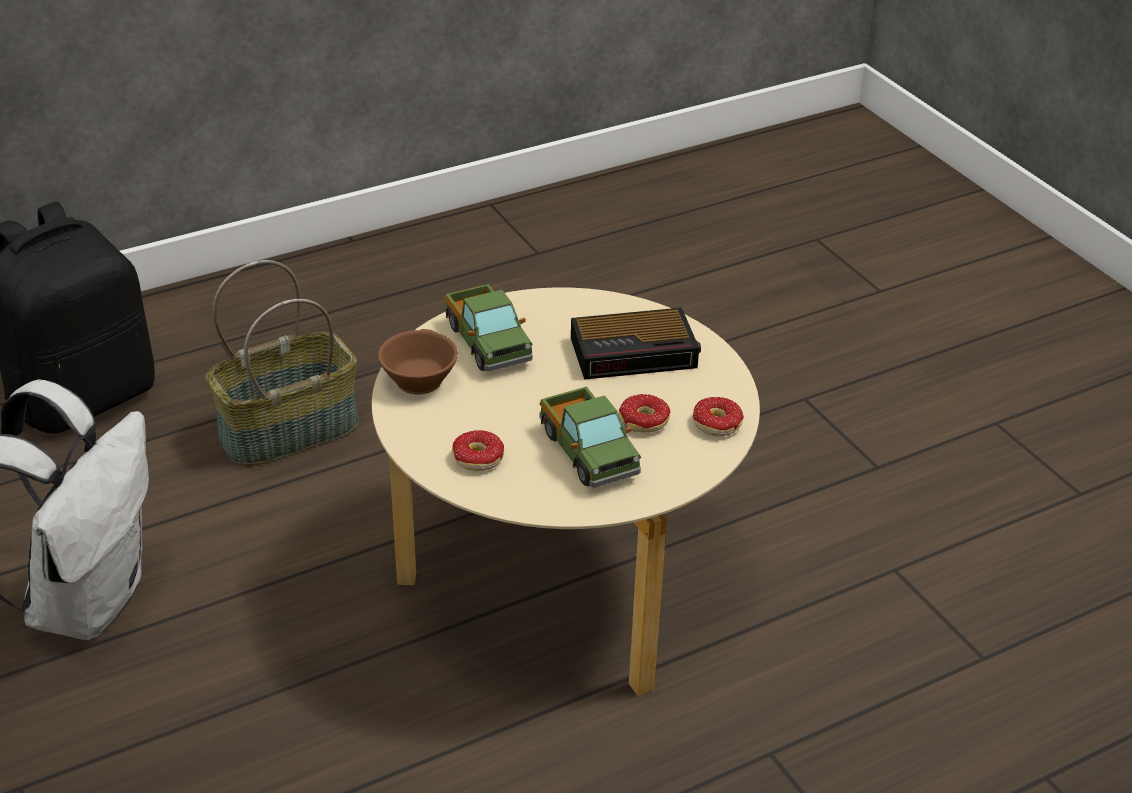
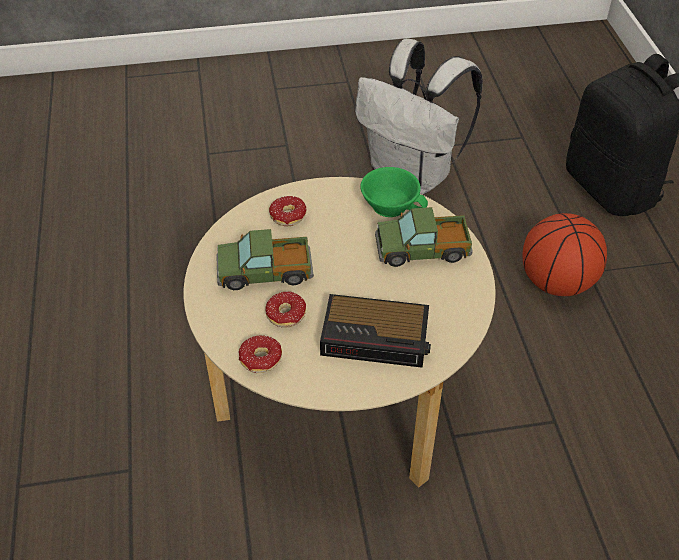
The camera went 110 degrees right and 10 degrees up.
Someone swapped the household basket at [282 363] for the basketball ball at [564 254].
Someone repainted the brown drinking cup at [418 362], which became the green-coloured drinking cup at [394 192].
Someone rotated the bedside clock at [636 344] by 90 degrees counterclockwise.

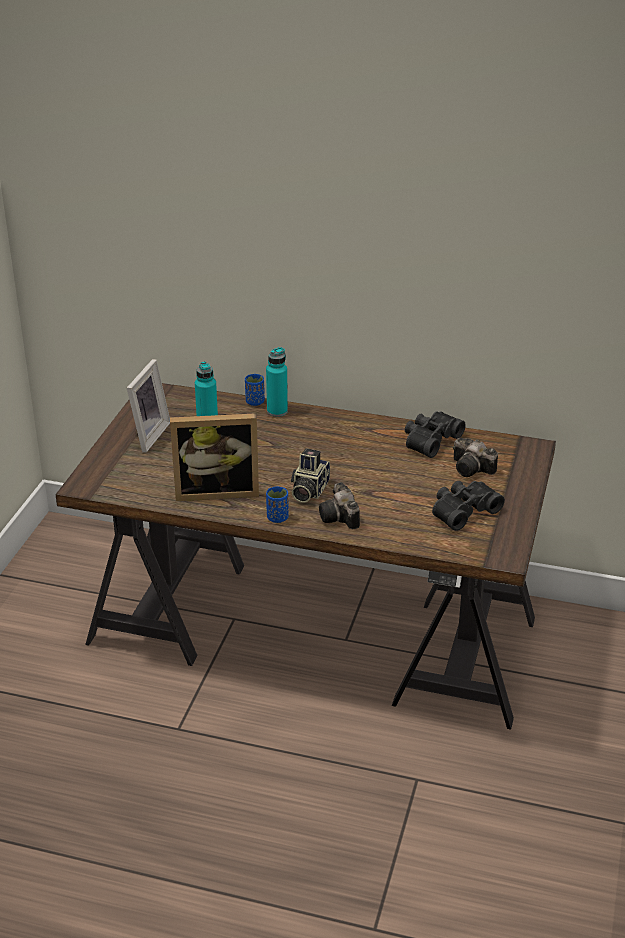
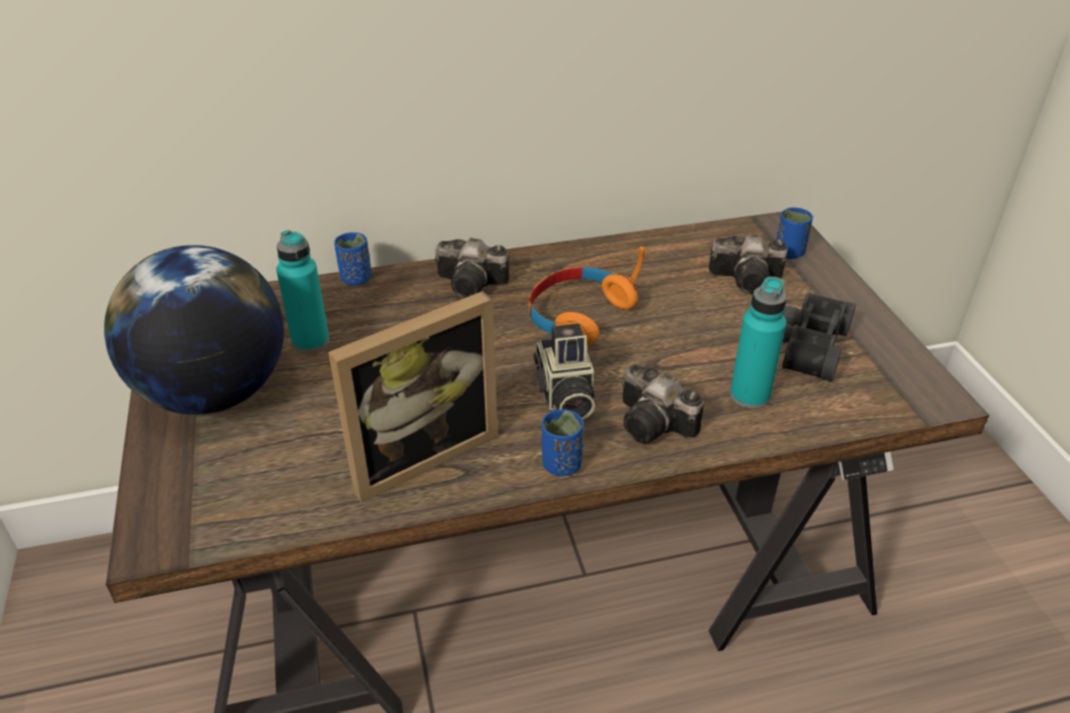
The camera went 30 degrees left and 5 degrees up.
Someone took away the black-coloured field glasses at [435 434].
Someone put down the photo camera at [472 268].
Someone put down the orange pair of headphones at [587 296].
Someone put down the blue drinking cup at [794 233].
Someone carried the blue-green beverage bottle from [277 382] to [758 342].
Someone swapped the standing frame at [148 406] for the desk globe at [194 330].

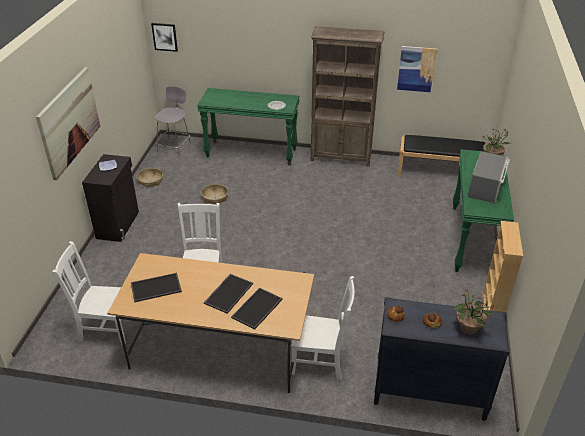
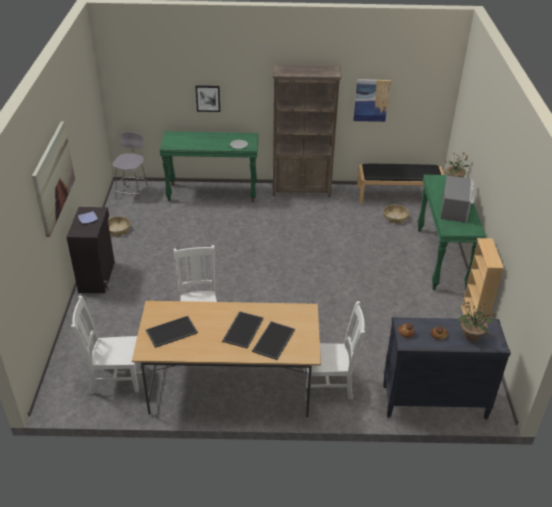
The camera went 10 degrees left and 0 degrees up.
Someone carried the wall picture from [164 37] to [207 98].
Someone carried the household basket from [214 194] to [396 214].

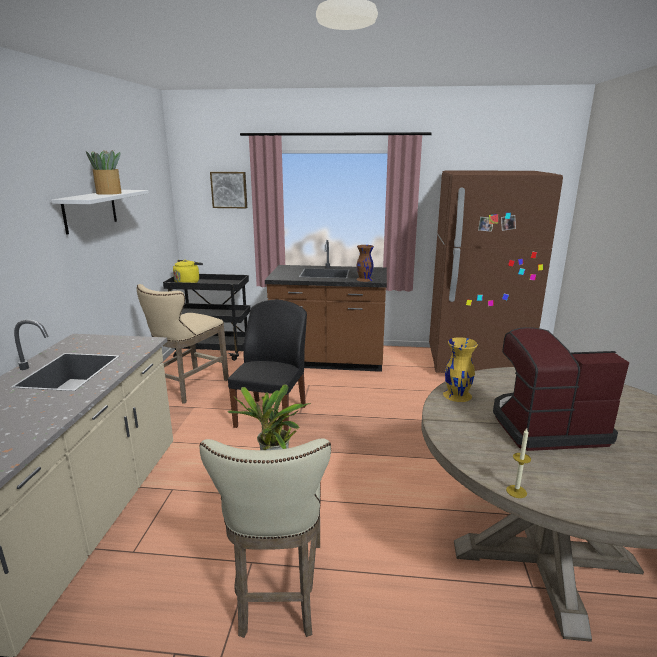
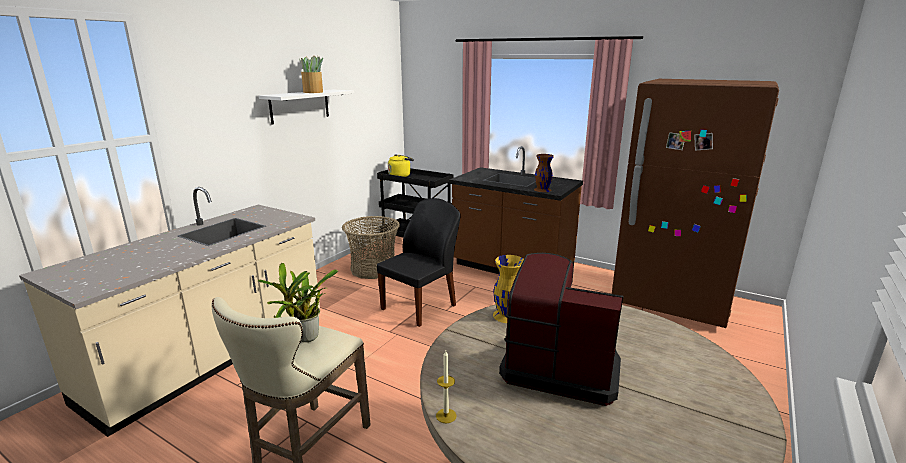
The camera went 25 degrees right and 0 degrees up.
Someone took away the wall picture at [228 190].
Someone swapped the beige-coloured sitting stool at [183 344] for the household basket at [371 247].

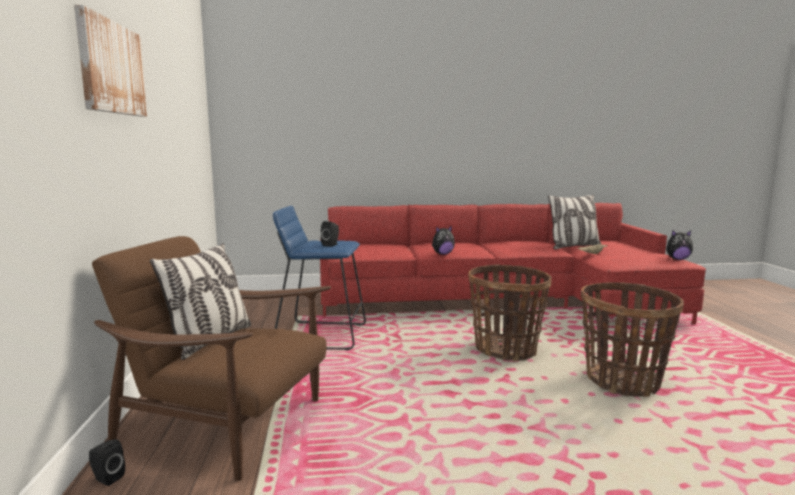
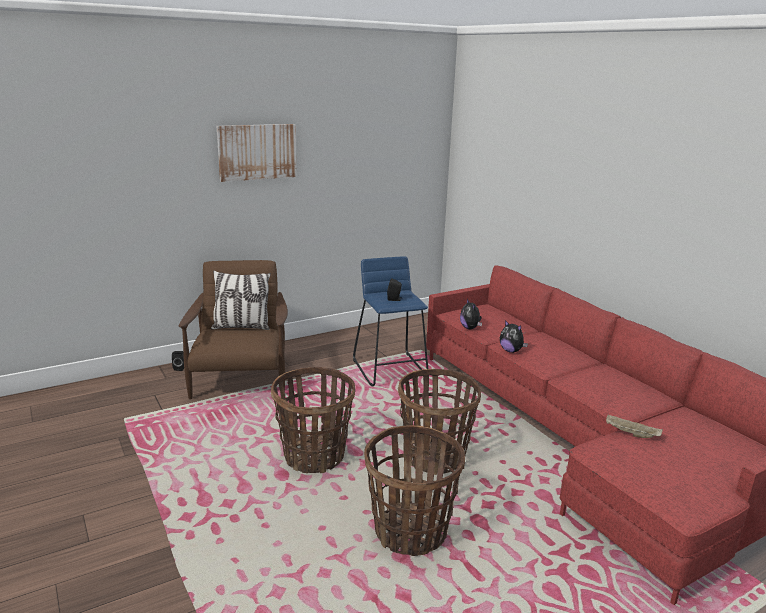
The camera went 65 degrees right and 10 degrees up.
Someone took away the pillow at [574 222].
Someone put down the household basket at [313 420].
Someone carried the cuddly toy from [679 245] to [471 314].

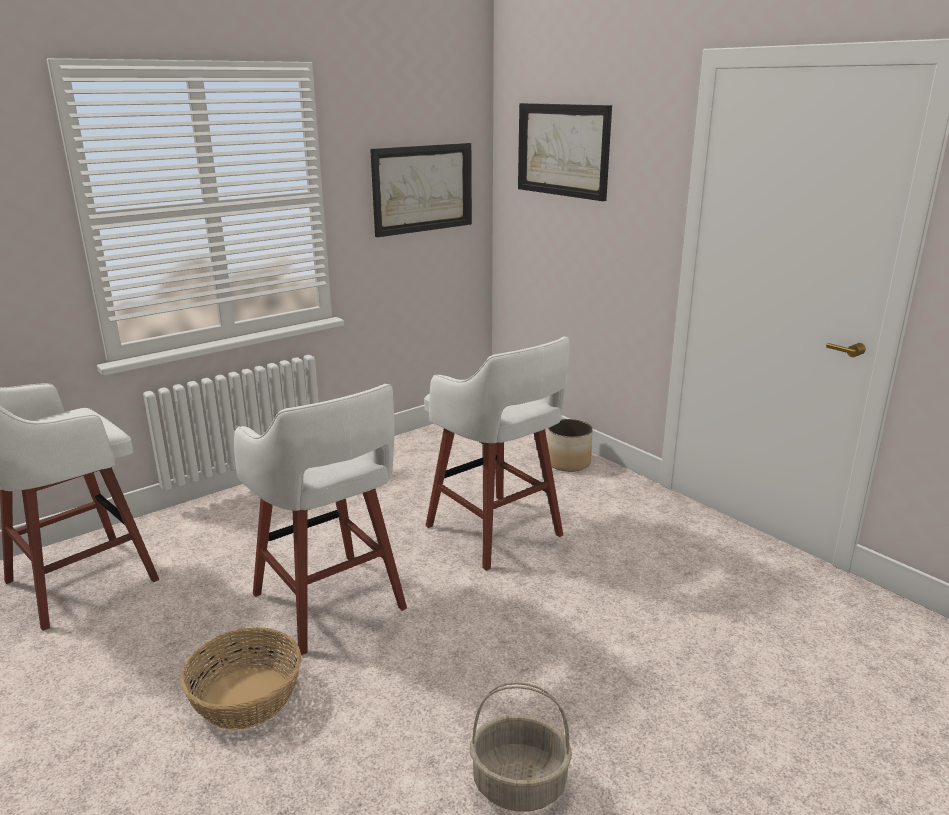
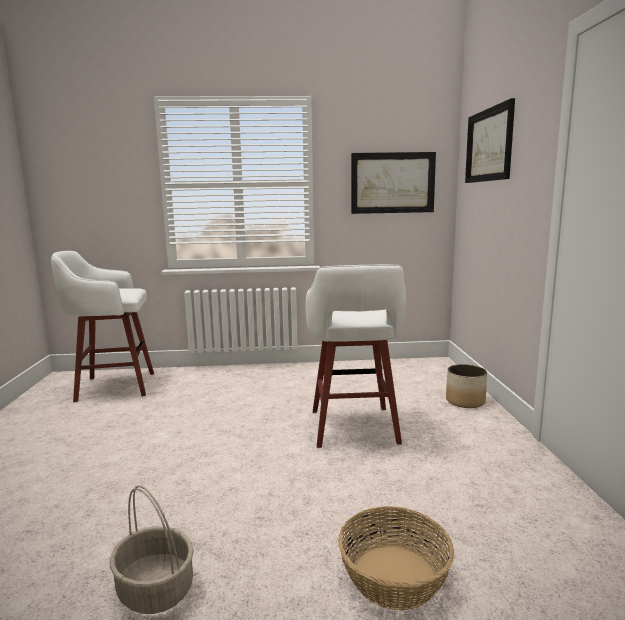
The camera went 35 degrees right and 10 degrees down.
Someone took away the white-coloured sitting stool at [320 519].
Someone carried the household basket from [240 678] to [396 558].

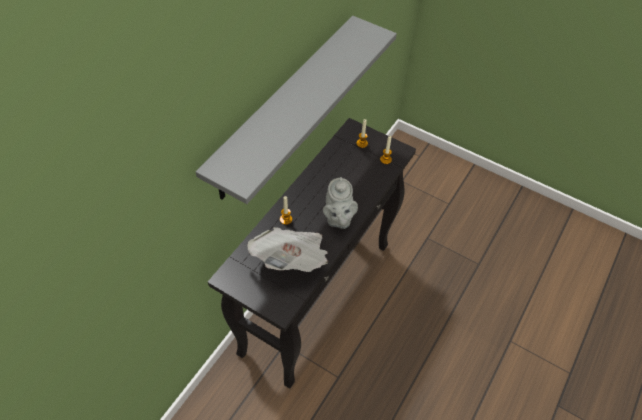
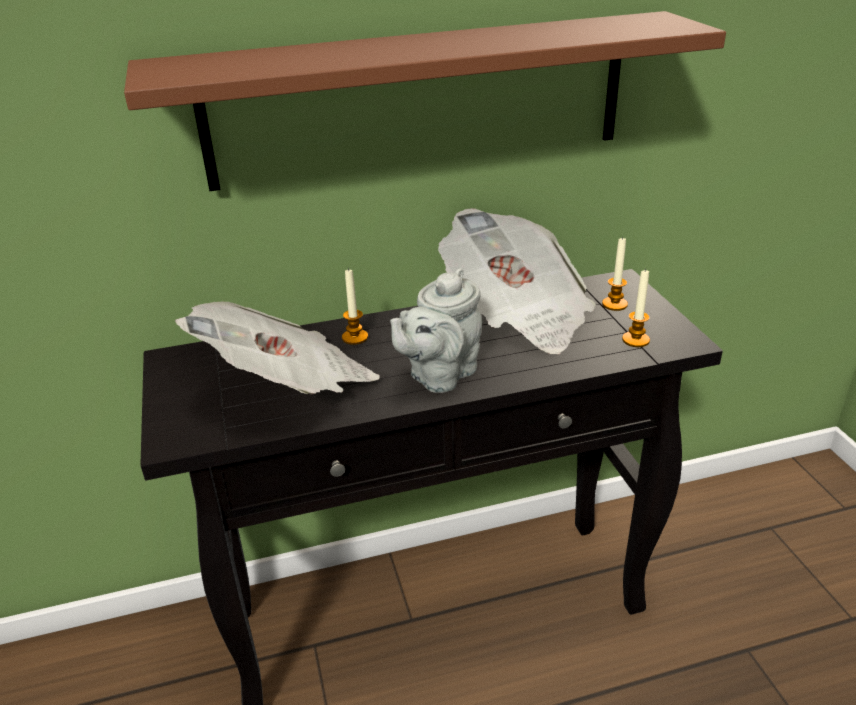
The camera went 45 degrees right and 20 degrees down.
Someone put down the newspaper at [517 281].
Someone repainted the gray bracket shelf at [296 110], which became the brown bracket shelf at [425 101].

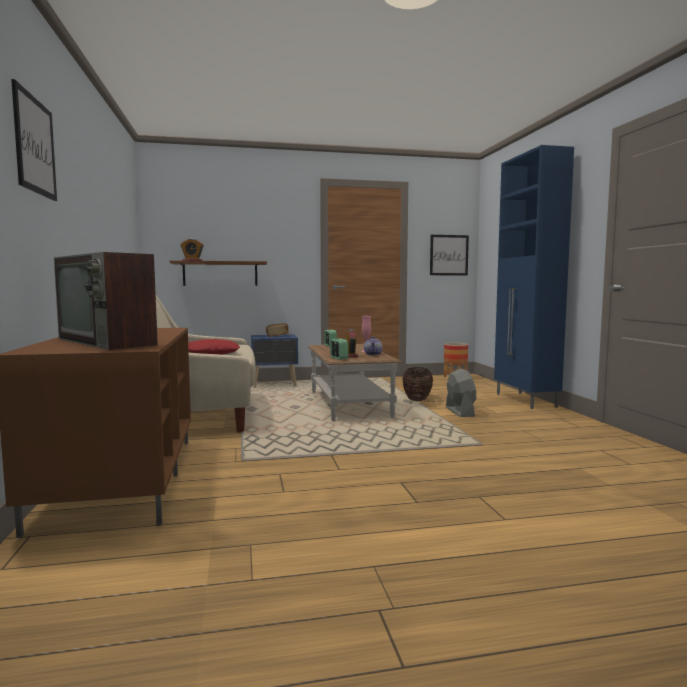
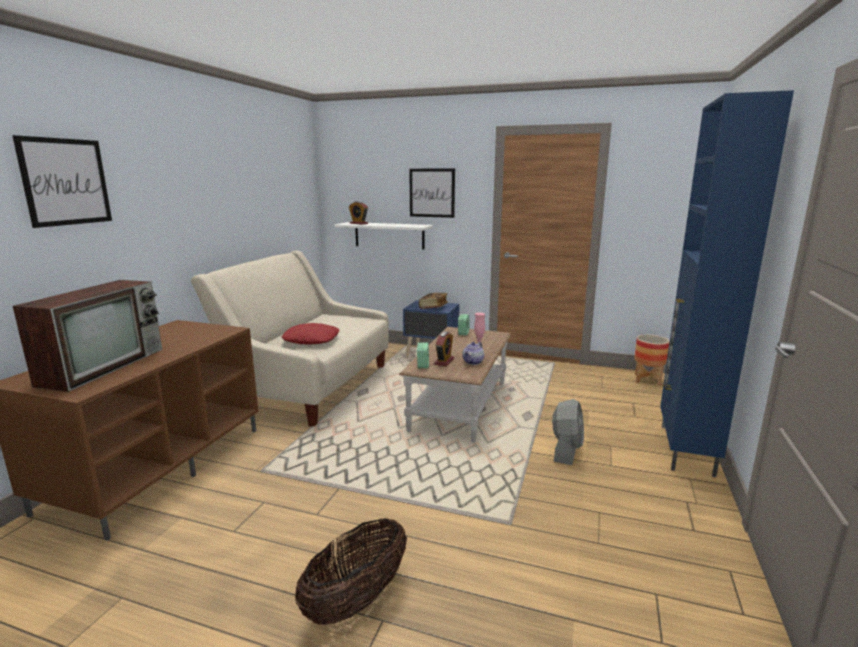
The camera went 30 degrees right and 10 degrees up.
Someone carried the household basket from [417 384] to [351 571].
Someone carried the wall picture from [449 255] to [432 193].
Someone repainted the brown bracket shelf at [218 273], which became the white-coloured bracket shelf at [384 235].
Someone rotated the TV at [106 301] by 150 degrees counterclockwise.

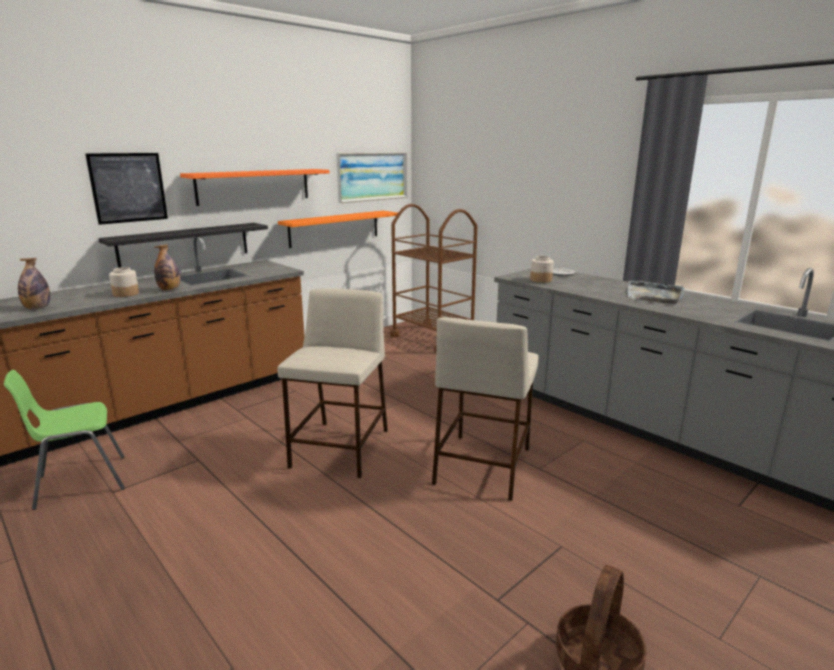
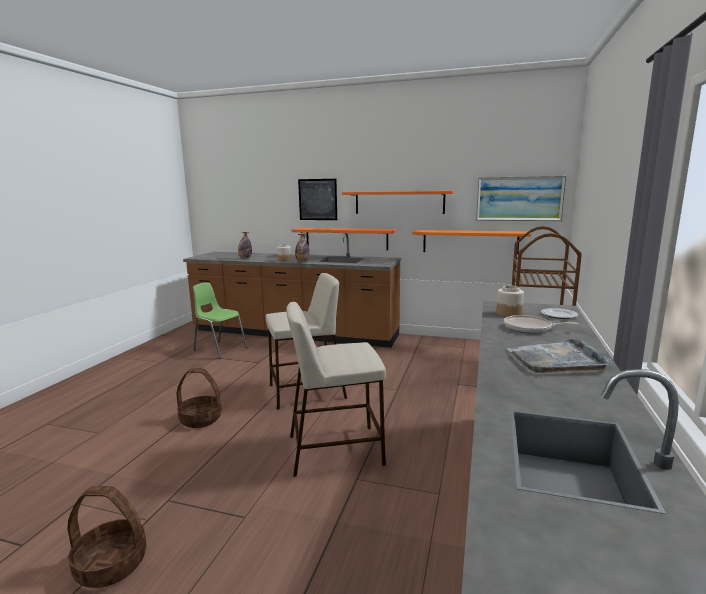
The camera went 60 degrees right and 5 degrees down.
Someone put down the household basket at [199 398].
Someone put down the frying pan at [541 324].
Someone repainted the black-coloured bracket shelf at [183 245], which became the orange bracket shelf at [343 239].

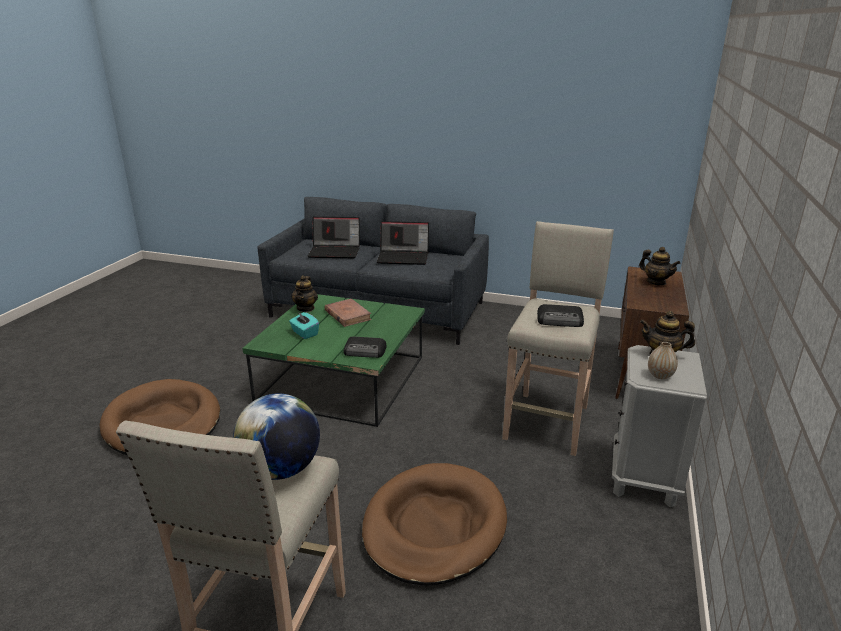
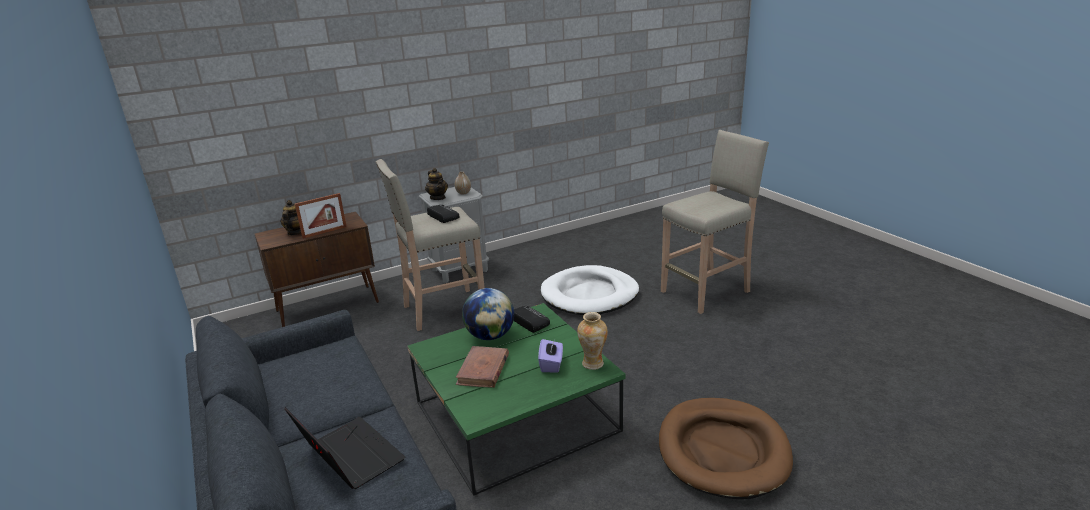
The camera went 135 degrees left and 0 degrees up.
Someone took away the pot for tea at [304 293].
Someone took away the notebook computer at [402 243].
Someone put down the standing frame at [321 216].
Someone put down the flower vase at [592 341].
Someone carried the desk globe from [276 436] to [488 314].
Someone repainted the blue-green box of tissues at [304 325], which became the purple-coloured box of tissues at [550 355].
Someone repainted the brown pet bed at [434 524], which became the white-coloured pet bed at [590 290].

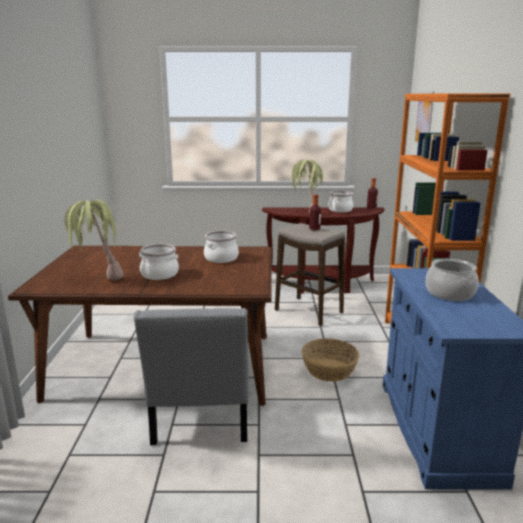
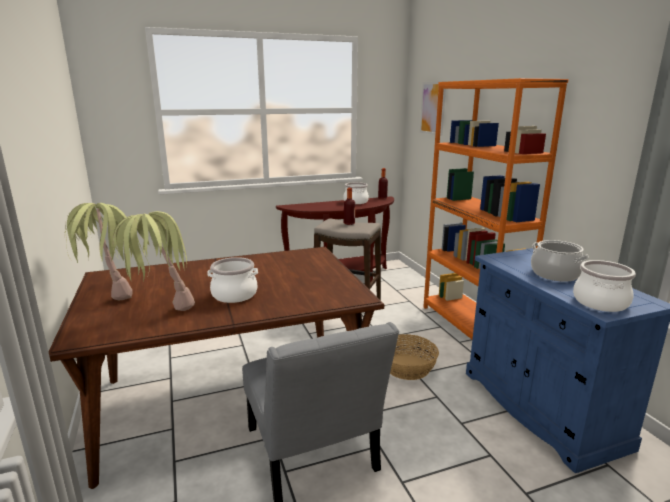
The camera went 20 degrees left and 0 degrees up.
Someone carried the cooking pot from [221 247] to [604 286].
Someone carried the plant in a pot from [308 186] to [98 251].

